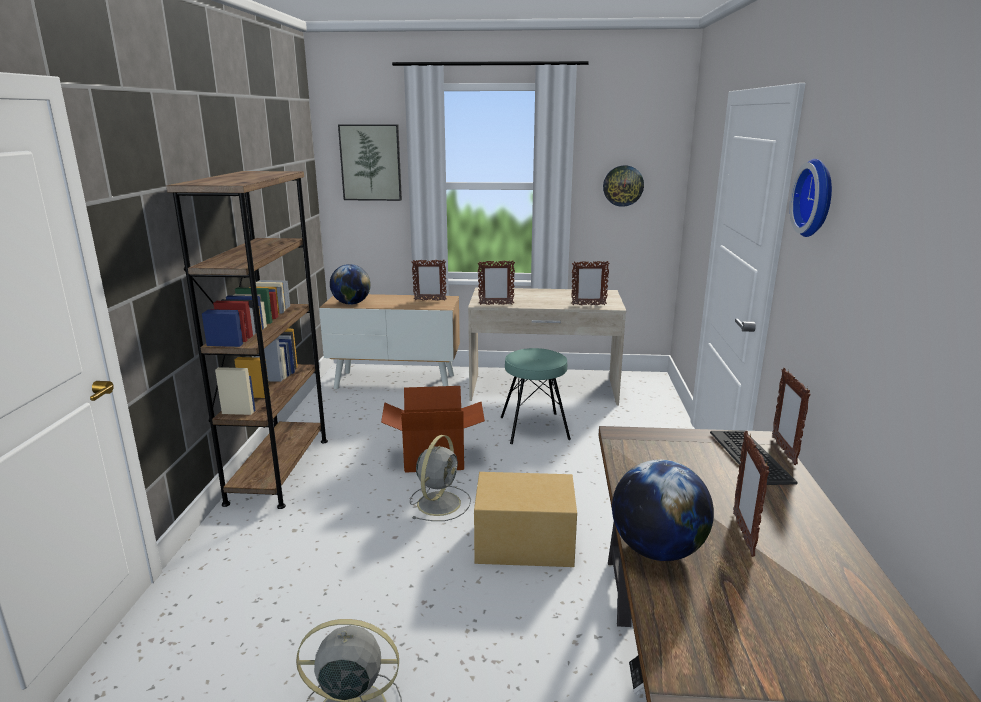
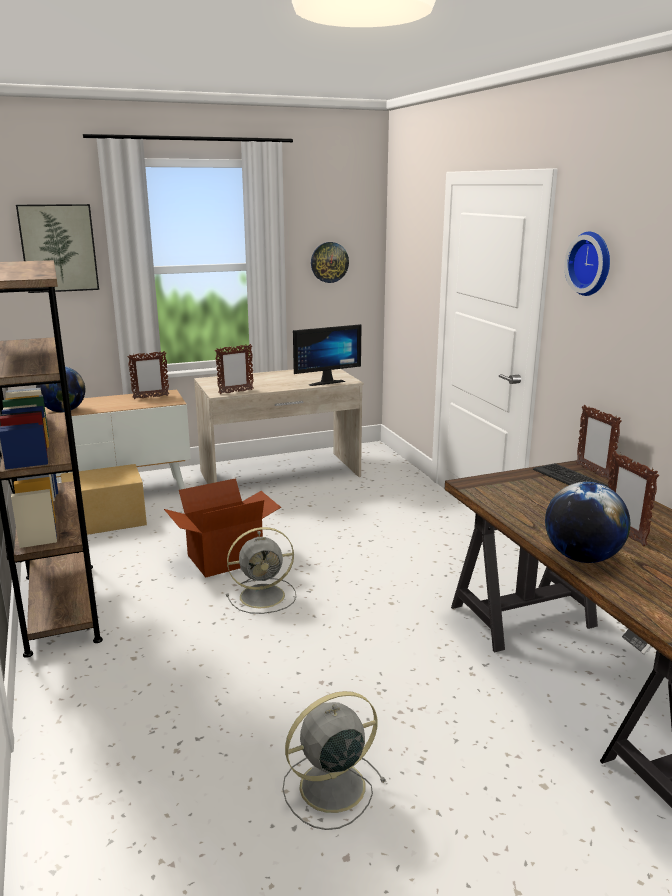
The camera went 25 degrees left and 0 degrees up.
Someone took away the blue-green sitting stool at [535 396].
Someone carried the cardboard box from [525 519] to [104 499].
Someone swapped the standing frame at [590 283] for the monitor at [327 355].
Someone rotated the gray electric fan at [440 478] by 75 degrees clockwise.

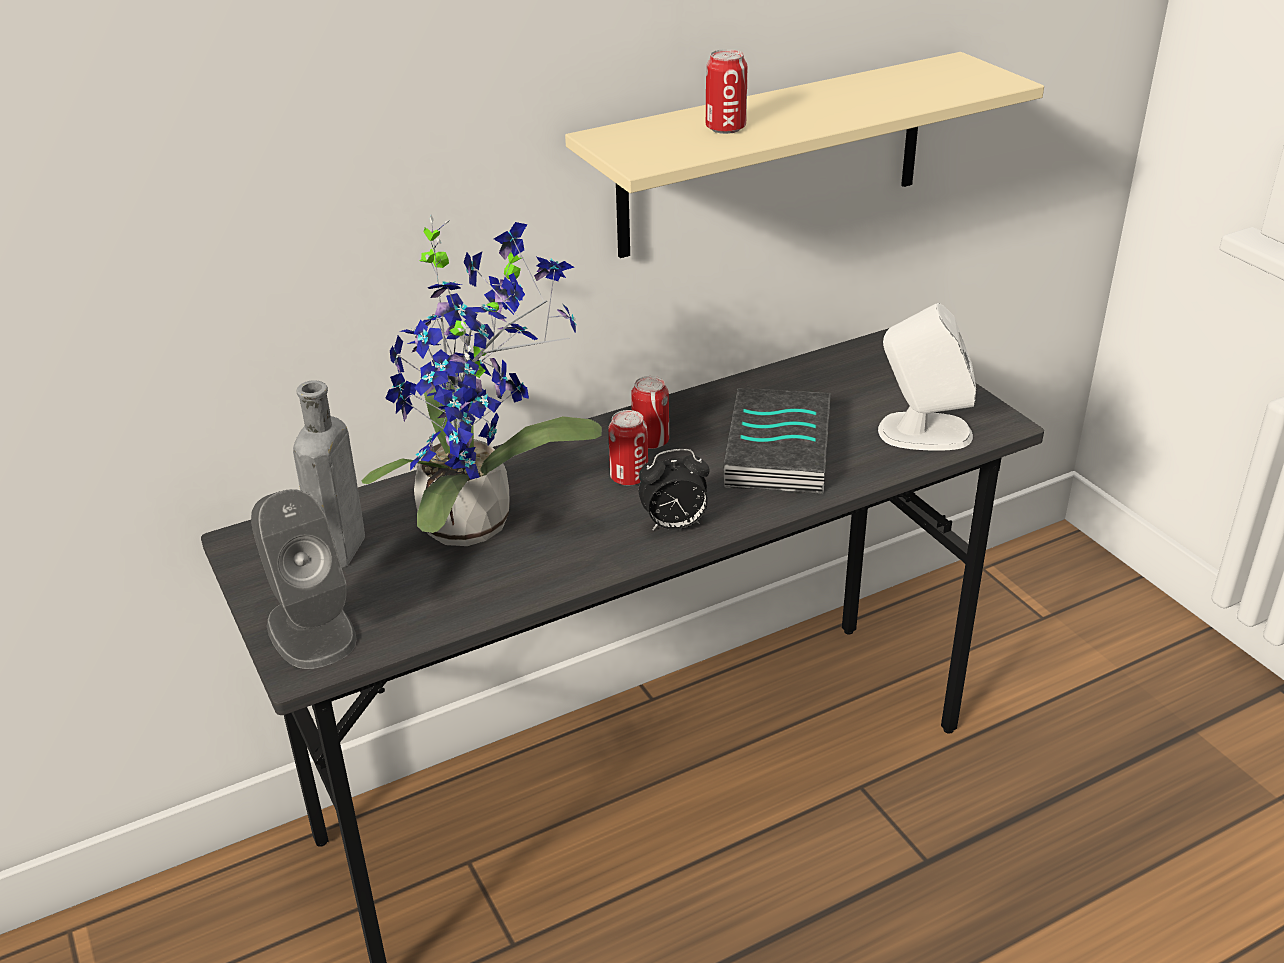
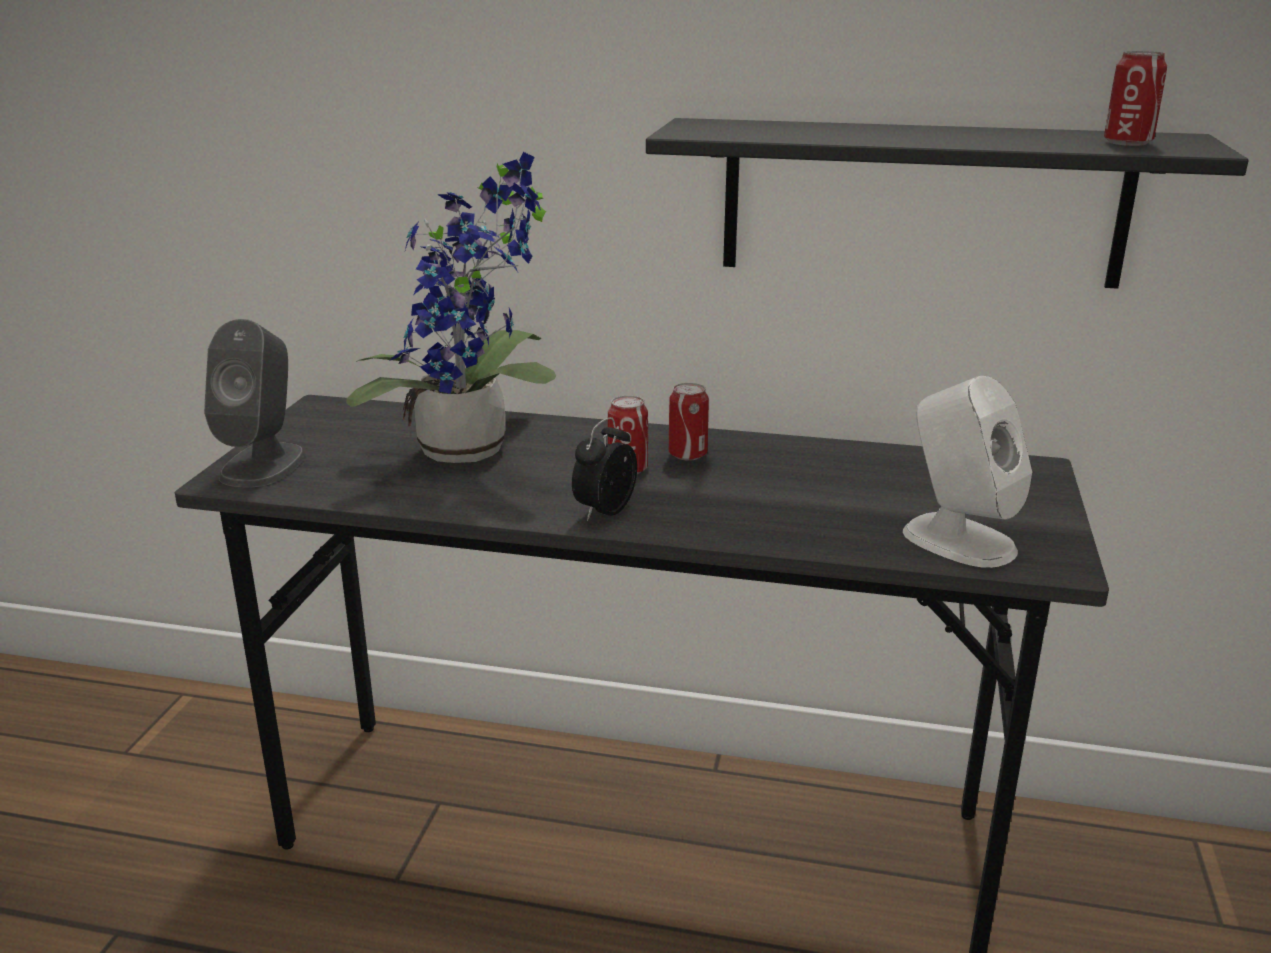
The camera went 40 degrees right and 10 degrees down.
Someone took away the gray beverage bottle at [329 474].
Someone took away the book at [777 441].
Someone carried the can from [726 91] to [1135 98].
Someone repainted the beige-coloured bracket shelf at [804 155], which became the black-coloured bracket shelf at [947 203].
Someone rotated the bedside clock at [674 489] by 90 degrees clockwise.

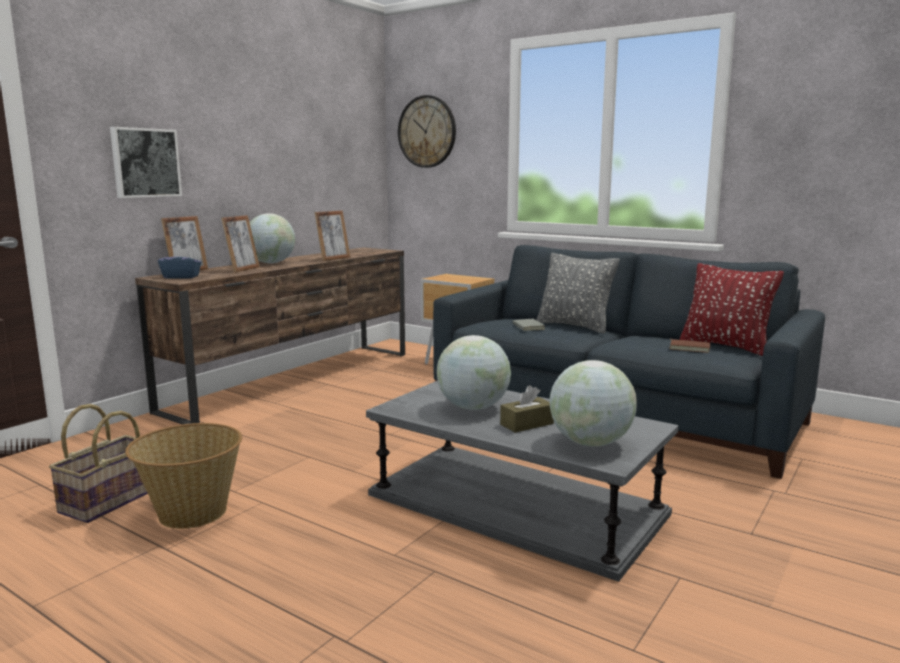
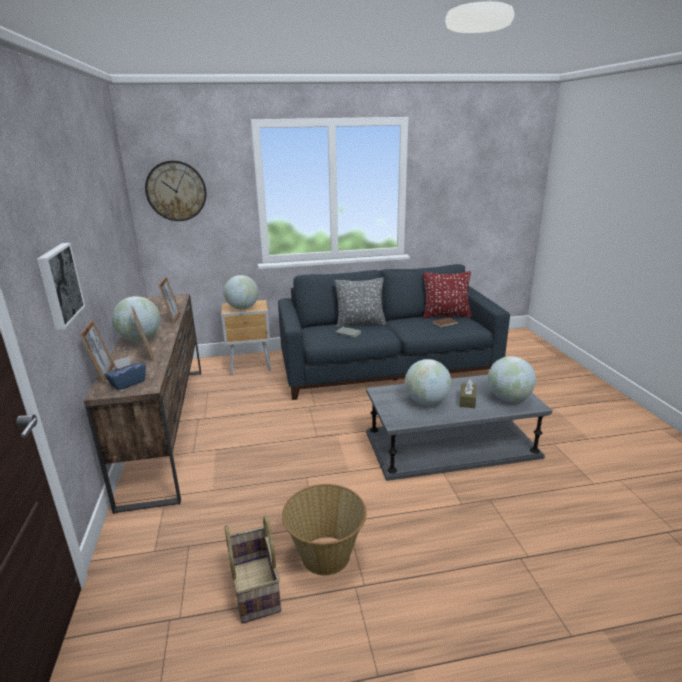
The camera went 45 degrees left and 10 degrees up.
Someone put down the desk globe at [241 292].

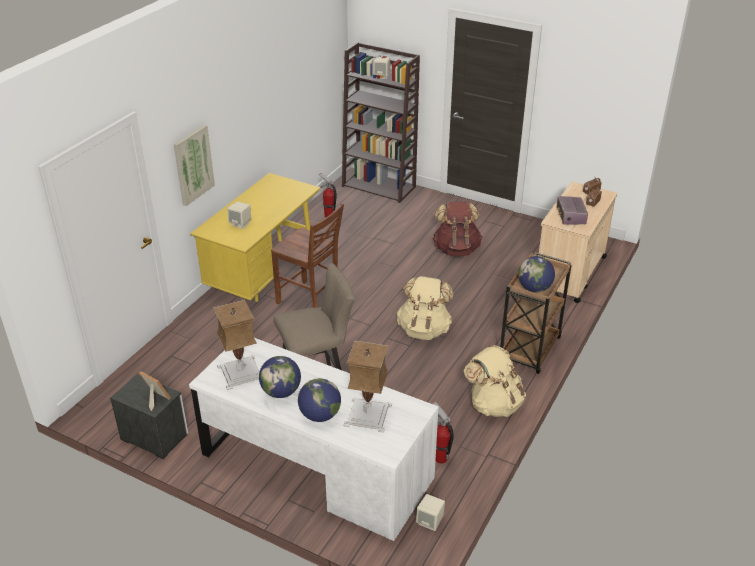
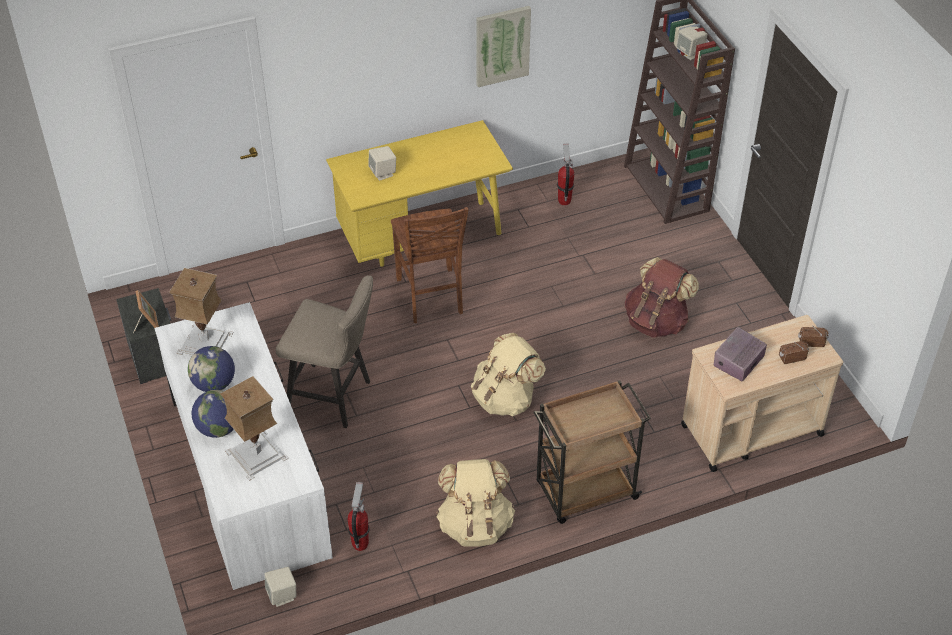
The camera went 40 degrees right and 10 degrees up.
Someone took away the desk globe at [536 274].
Someone carried the wall picture from [194 165] to [503 46].

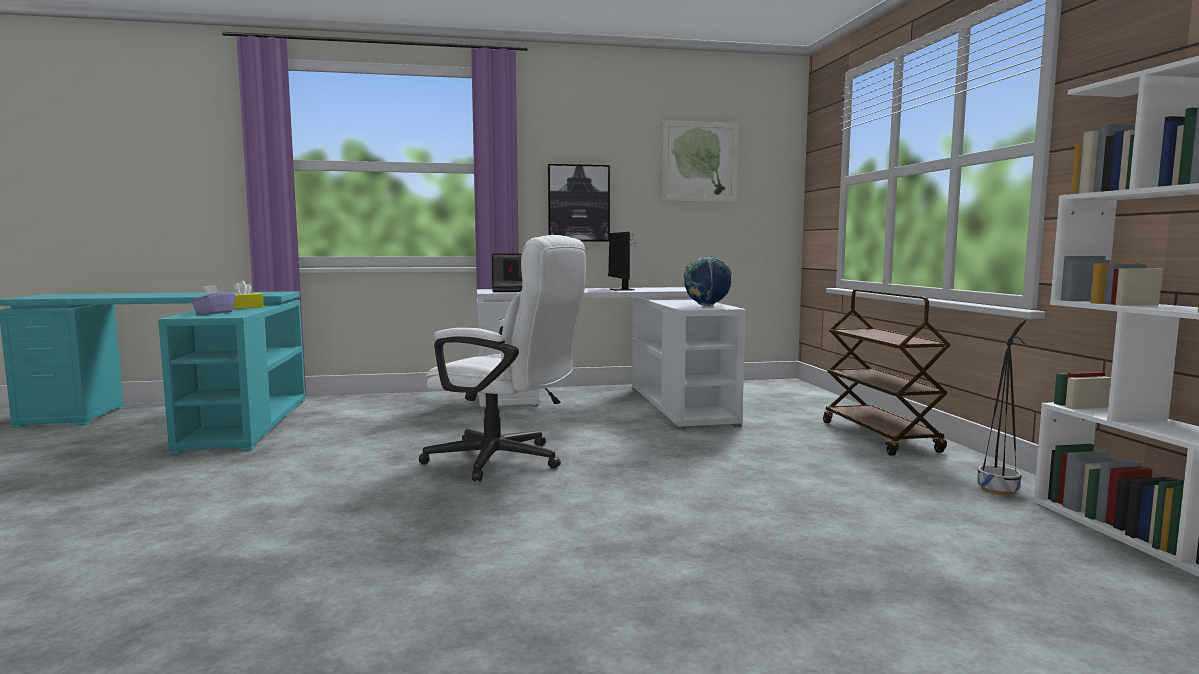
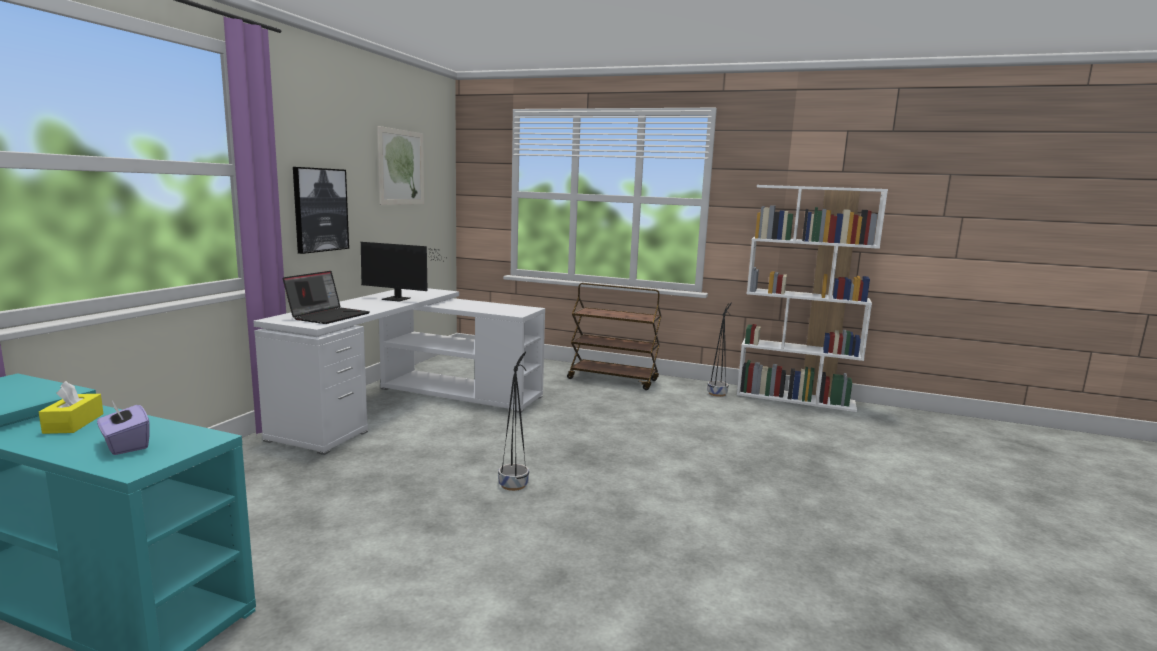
The camera went 60 degrees left and 5 degrees up.
Someone took away the desk globe at [707 281].
Someone swapped the white-coloured office chair at [503 358] for the black-coloured planter at [513 421].

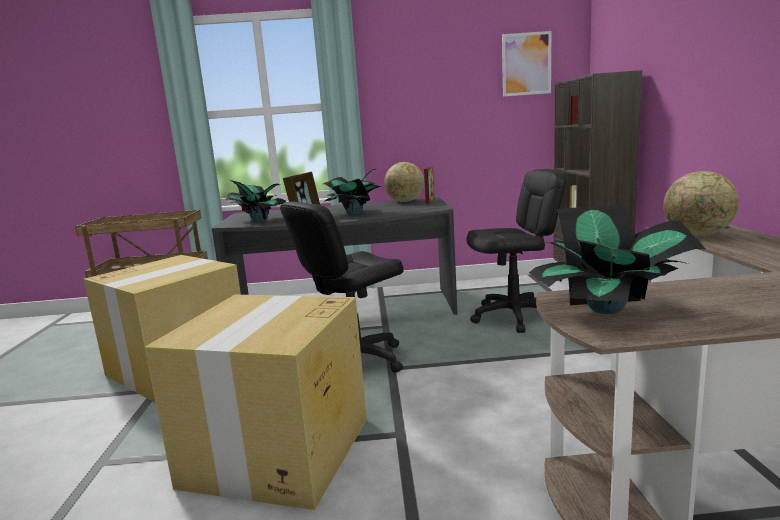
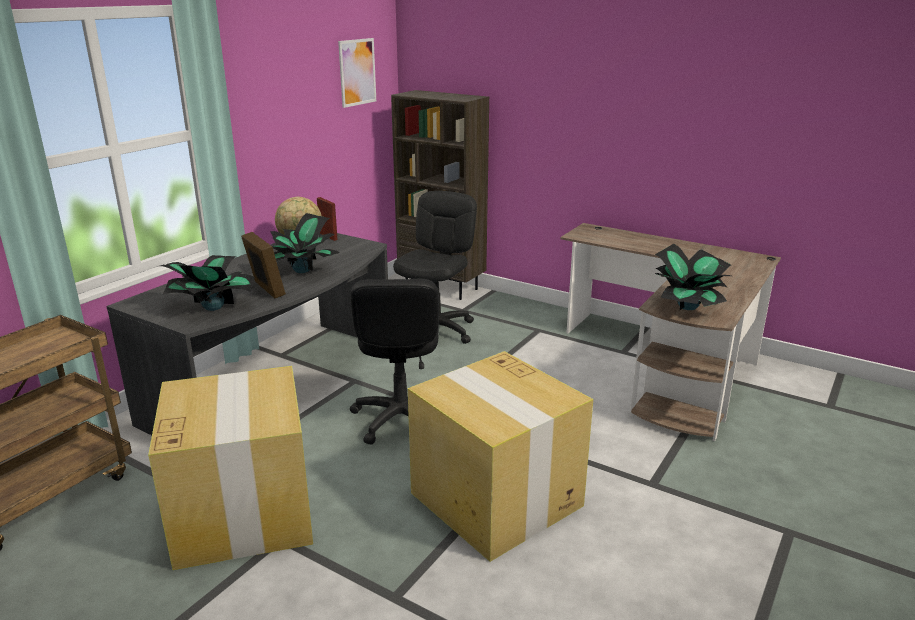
The camera went 55 degrees left and 10 degrees up.
Someone took away the desk globe at [701 203].

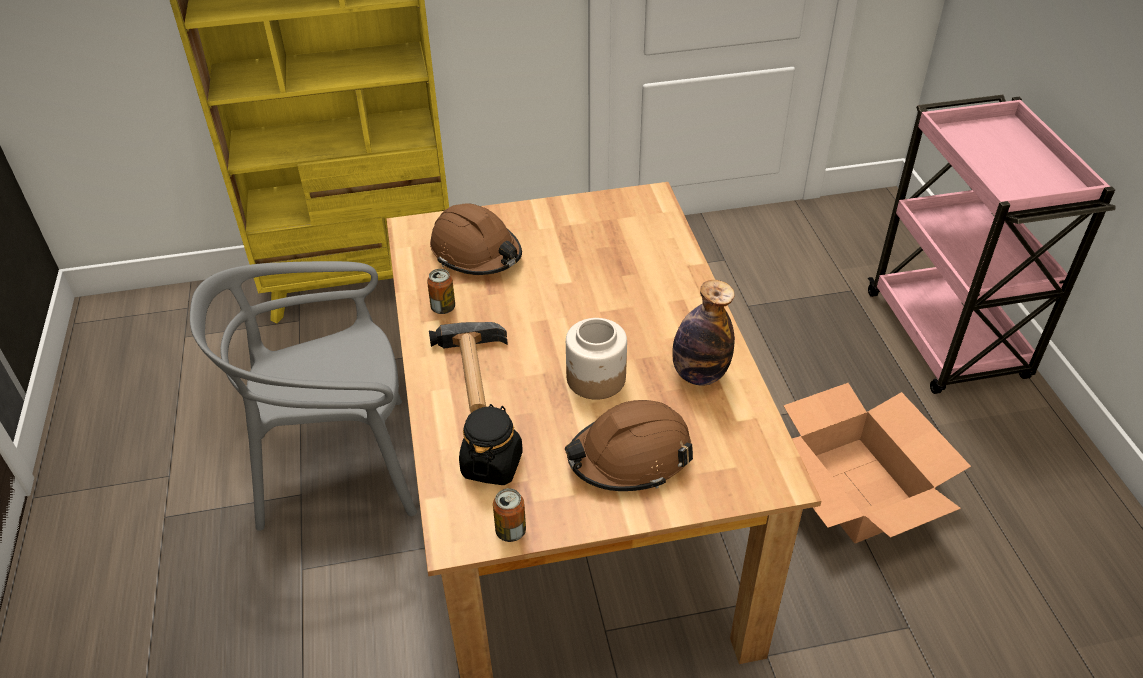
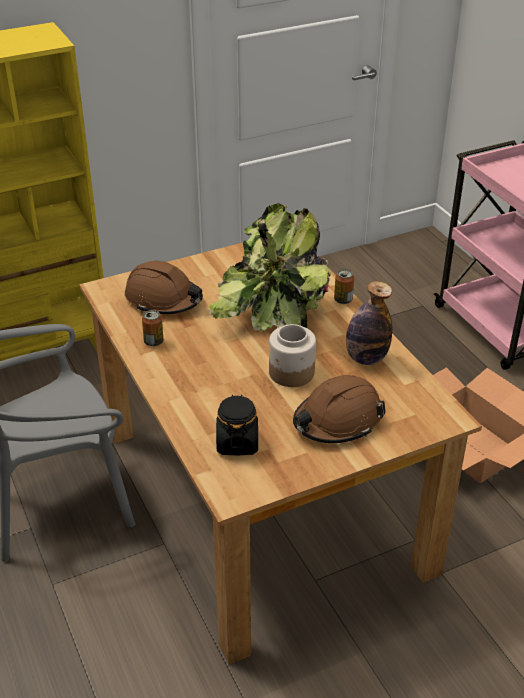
The camera went 15 degrees left and 5 degrees down.
Someone took away the tool hammer at [468 367].
Someone put down the plant in a pot at [270 267].
Someone carried the can from [509 515] to [344 286].

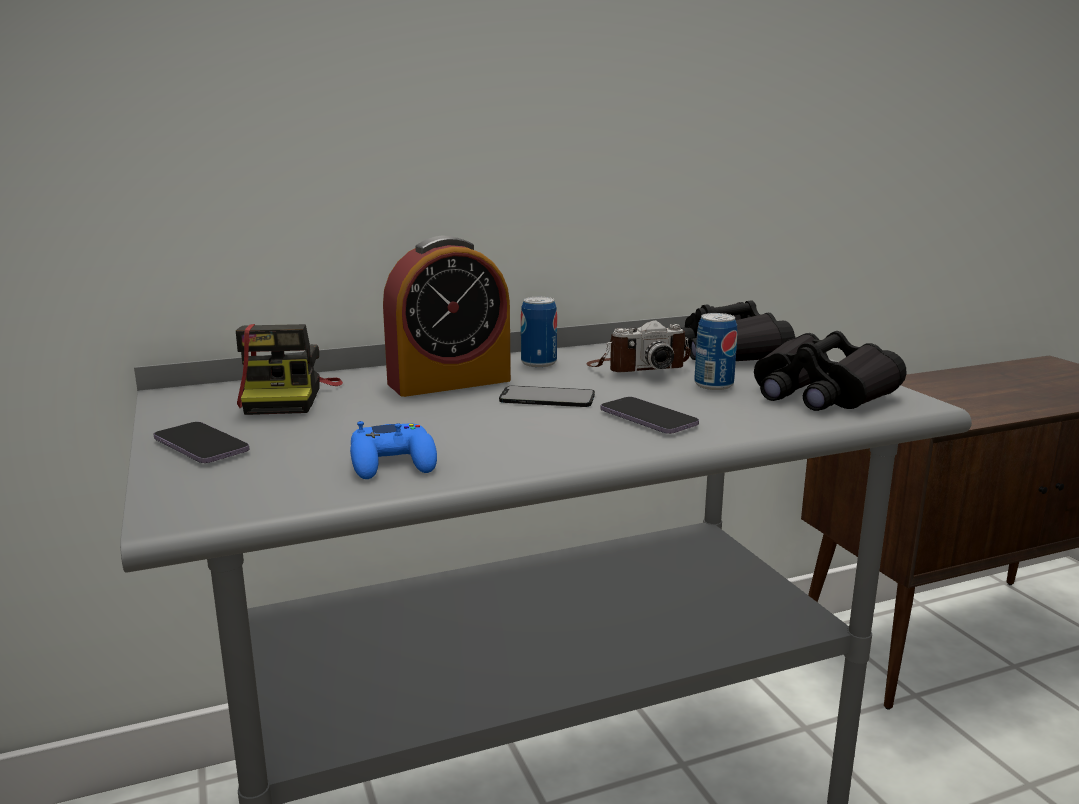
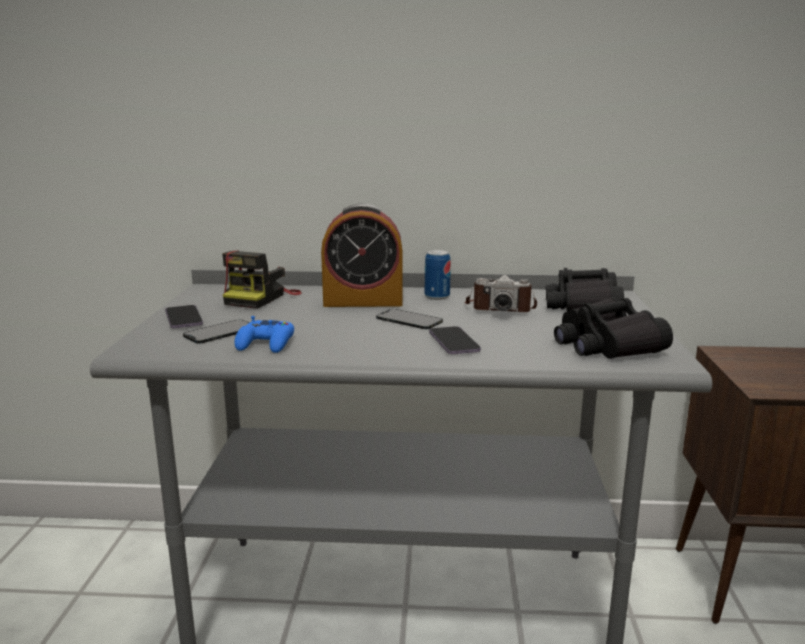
The camera went 25 degrees right and 0 degrees up.
Someone took away the can at [716 351].
Someone put down the phone at [216 331].

